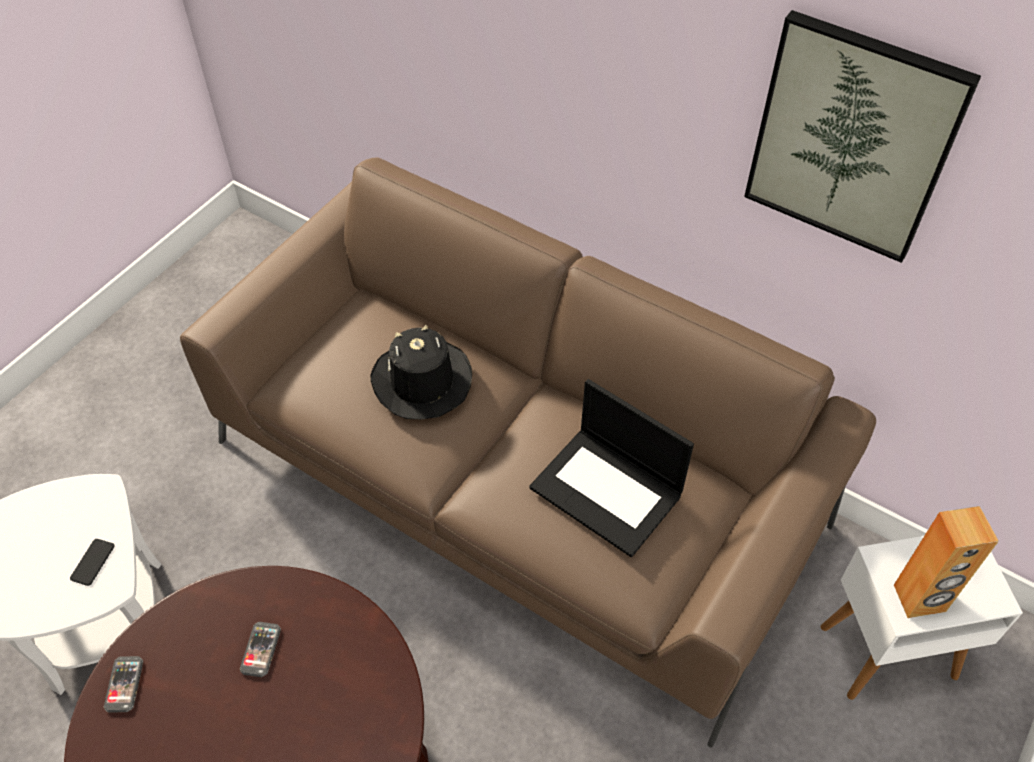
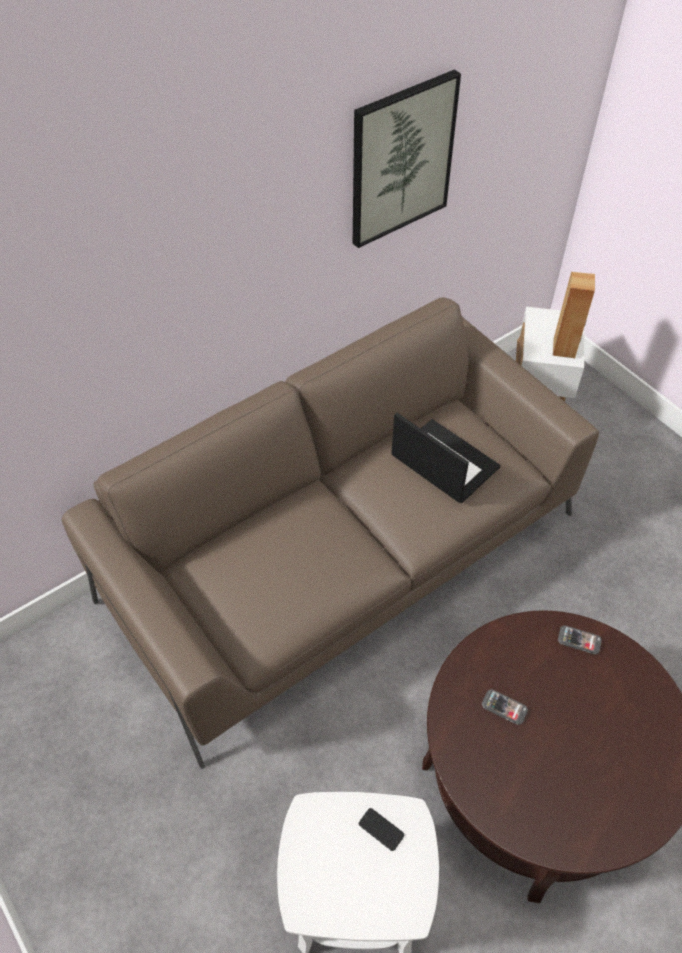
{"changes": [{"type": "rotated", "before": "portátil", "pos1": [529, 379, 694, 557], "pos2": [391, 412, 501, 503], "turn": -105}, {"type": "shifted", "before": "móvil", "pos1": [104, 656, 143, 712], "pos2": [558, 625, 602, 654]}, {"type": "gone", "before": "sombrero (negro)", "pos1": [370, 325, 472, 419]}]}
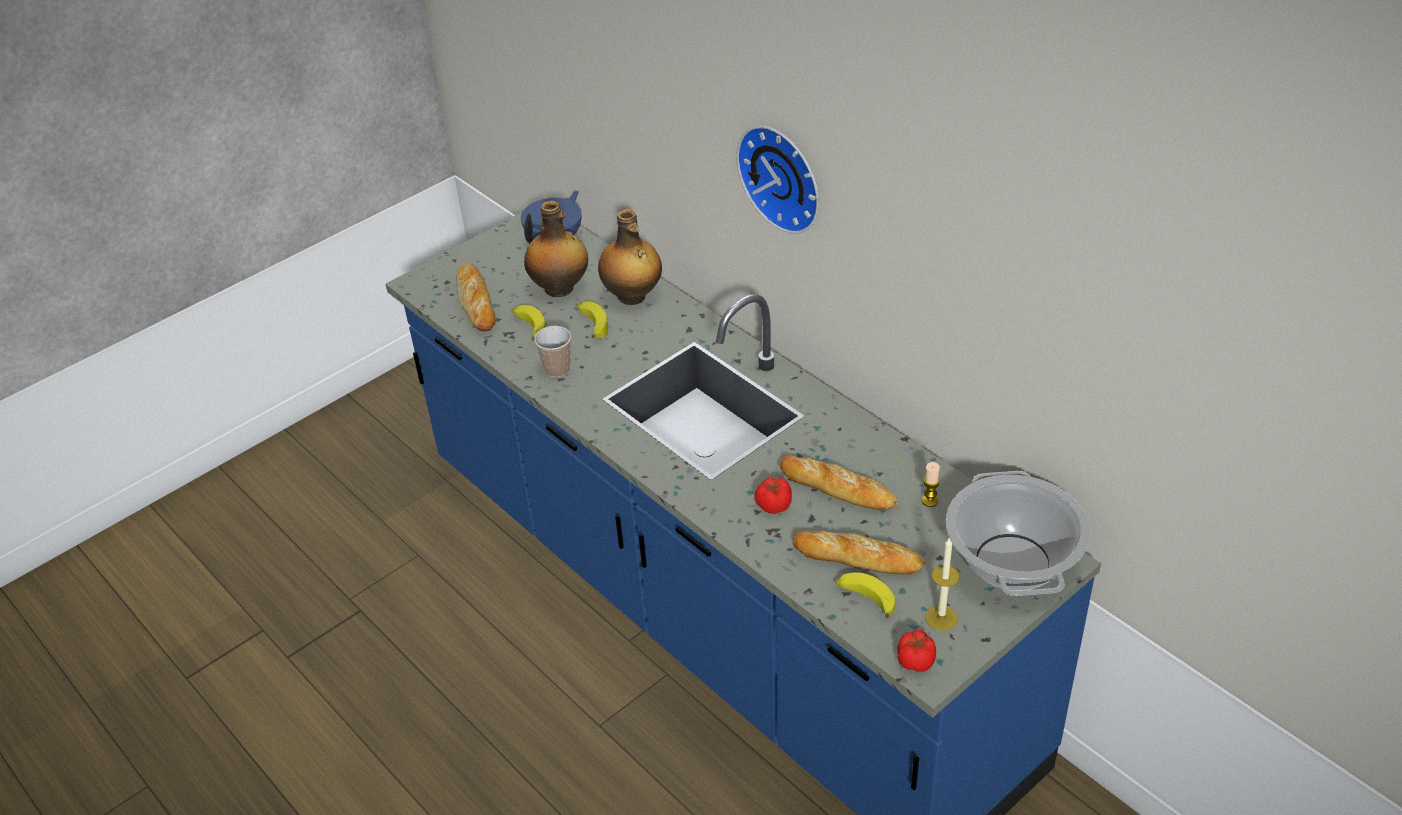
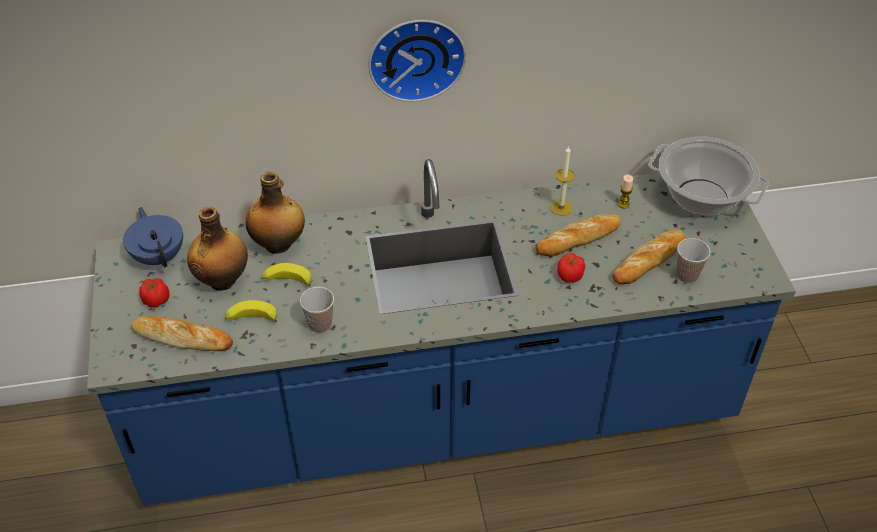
{"changes": [{"type": "shifted", "before": "tomate", "pos1": [897, 630, 936, 672], "pos2": [139, 278, 169, 308]}, {"type": "shifted", "before": "vela", "pos1": [925, 537, 960, 631], "pos2": [550, 146, 575, 216]}, {"type": "swapped", "before": "plátano", "after": "taza", "pos1": [835, 573, 895, 618], "pos2": [676, 238, 711, 283]}]}
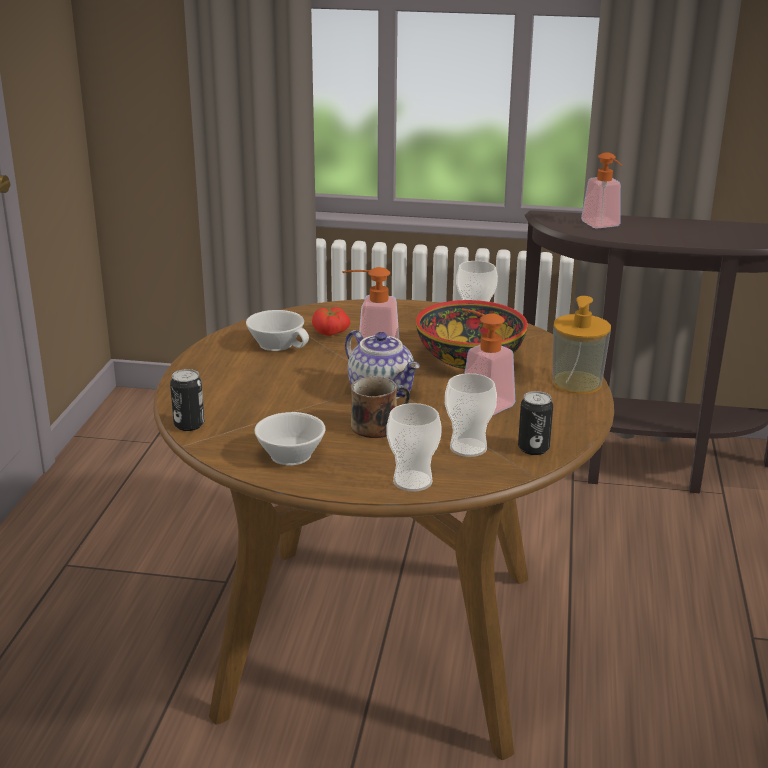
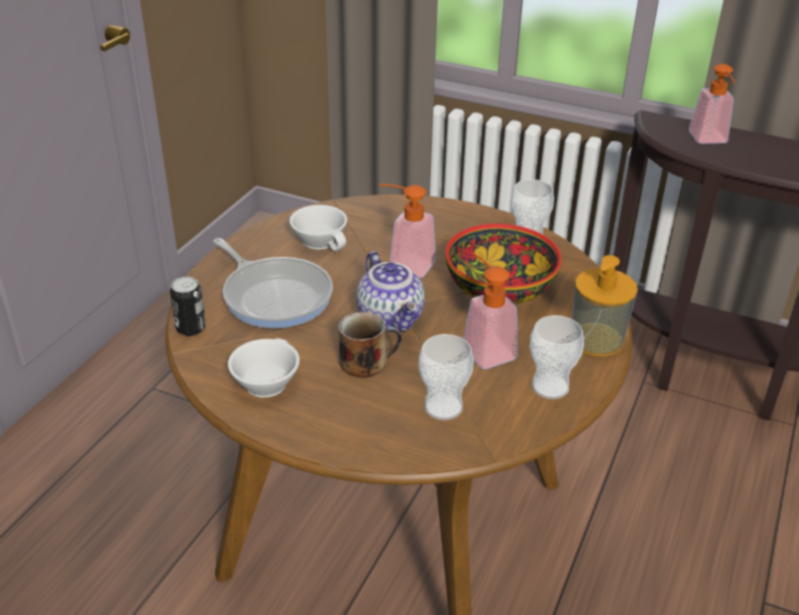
{"changes": [{"type": "new", "after": "sartén", "pos2": [213, 238, 333, 328]}, {"type": "shifted", "before": "taza", "pos1": [386, 403, 442, 492], "pos2": [530, 315, 584, 399]}, {"type": "gone", "before": "tomate", "pos1": [312, 307, 350, 336]}, {"type": "gone", "before": "lata", "pos1": [518, 391, 553, 455]}]}
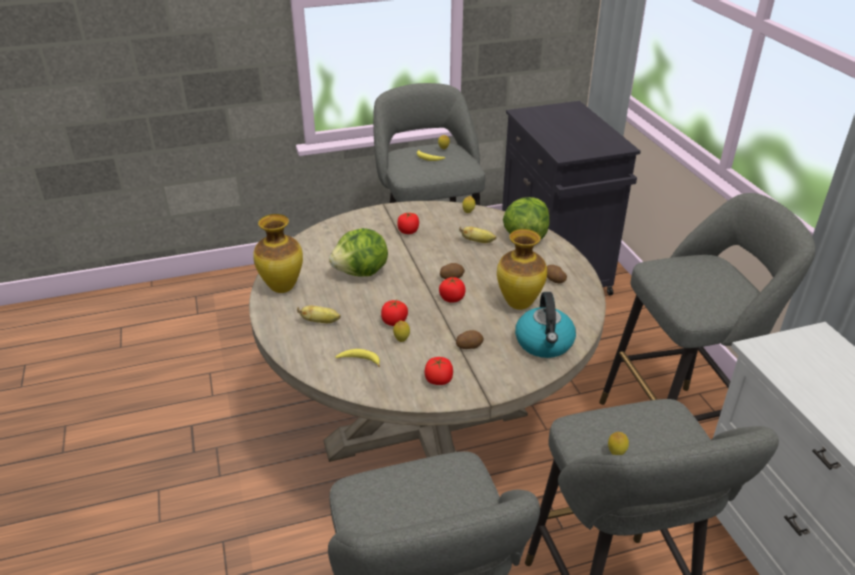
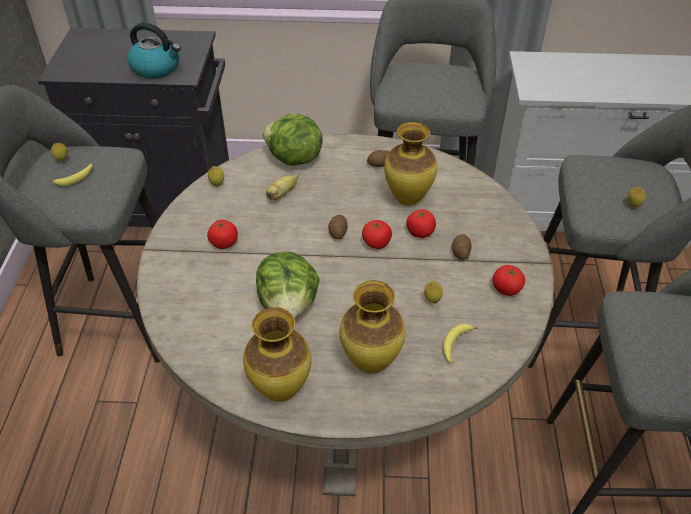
{"changes": [{"type": "shifted", "before": "hervidor", "pos1": [515, 292, 576, 358], "pos2": [127, 23, 181, 79]}, {"type": "swapped", "before": "plátano", "after": "florero", "pos1": [297, 306, 341, 323], "pos2": [340, 280, 406, 374]}, {"type": "shifted", "before": "tomate", "pos1": [381, 300, 408, 326], "pos2": [406, 209, 436, 238]}]}
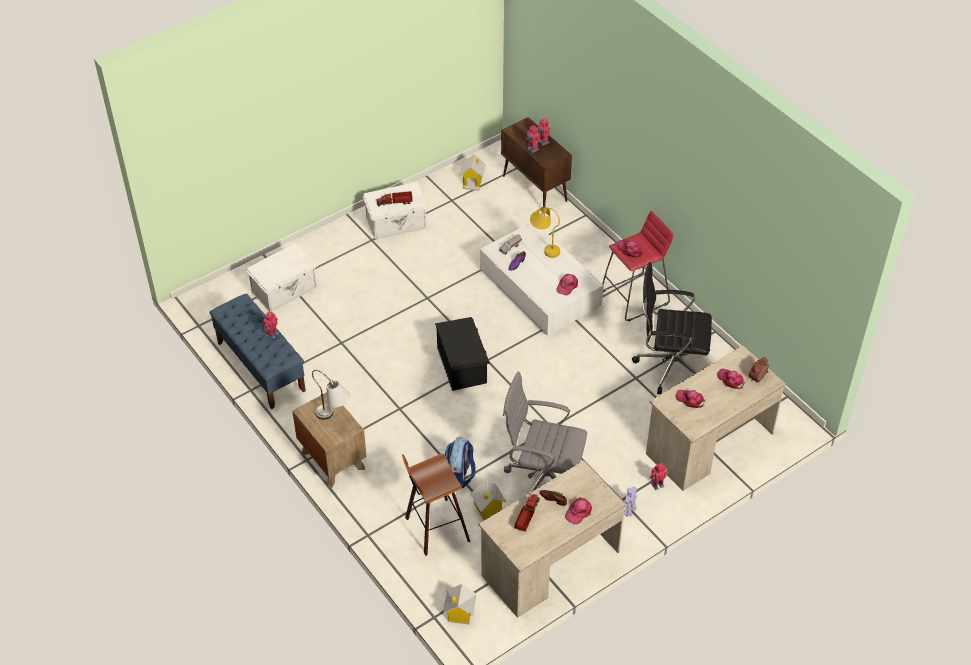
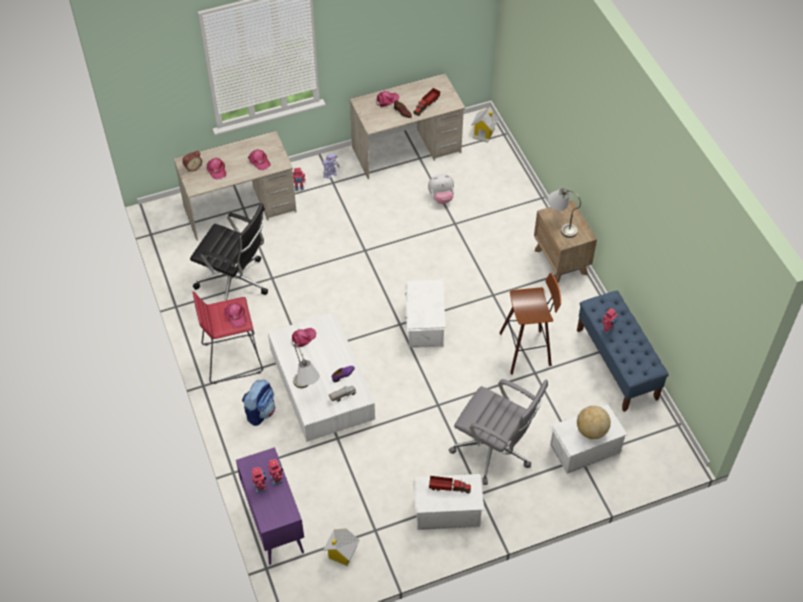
{"changes": [{"type": "repainted", "before": "armario (marrón)", "after": "armario (morado)", "pos1": [501, 117, 572, 207], "pos2": [236, 447, 304, 565]}, {"type": "shifted", "before": "mochila", "pos1": [445, 437, 475, 488], "pos2": [242, 380, 275, 426]}, {"type": "repainted", "before": "lámpara de mesa (amarillo)", "after": "lámpara de mesa (gris)", "pos1": [530, 207, 560, 258], "pos2": [293, 343, 320, 388]}, {"type": "repainted", "before": "caja de almacenaje (negro)", "after": "caja de almacenaje (blanco)", "pos1": [435, 317, 490, 391], "pos2": [405, 280, 445, 348]}, {"type": "swapped", "before": "casita", "after": "peluche", "pos1": [470, 481, 507, 520], "pos2": [428, 174, 454, 204]}, {"type": "shifted", "before": "silla de oficina (gris)", "pos1": [503, 372, 587, 493], "pos2": [449, 379, 548, 485]}, {"type": "shifted", "before": "taburete", "pos1": [402, 454, 470, 556], "pos2": [499, 273, 561, 375]}, {"type": "new", "after": "globo terráqueo", "pos2": [577, 406, 611, 439]}]}
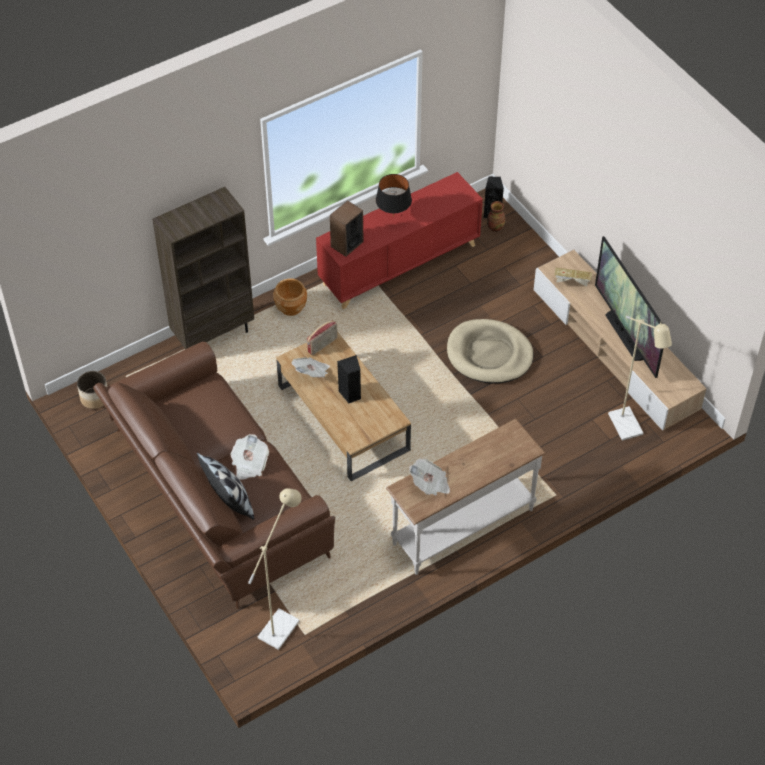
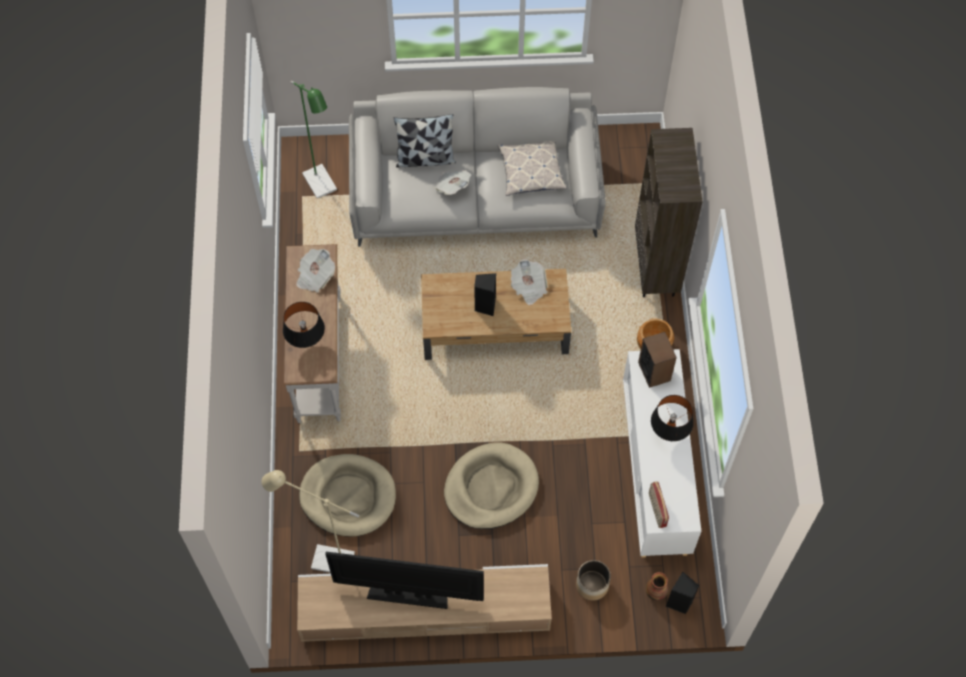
{"changes": [{"type": "new", "after": "lámpara de mesa (negro)", "pos2": [283, 302, 325, 348]}, {"type": "repainted", "before": "lámpara de pie (beis)", "after": "lámpara de pie (verde)", "pos1": [248, 488, 302, 650], "pos2": [291, 81, 337, 198]}, {"type": "new", "after": "cama para perro (beis)", "pos2": [299, 454, 396, 537]}, {"type": "repainted", "before": "sofá (marrón)", "after": "sofá (gris)", "pos1": [93, 342, 335, 609], "pos2": [349, 87, 606, 247]}, {"type": "new", "after": "cojín", "pos2": [498, 141, 566, 196]}, {"type": "shifted", "before": "maceta", "pos1": [77, 371, 107, 409], "pos2": [576, 560, 611, 601]}, {"type": "repainted", "before": "armario (rojo)", "after": "armario (blanco)", "pos1": [316, 172, 483, 309], "pos2": [623, 349, 701, 558]}, {"type": "shifted", "before": "radio", "pos1": [307, 320, 338, 355], "pos2": [649, 481, 669, 528]}, {"type": "gone", "before": "libro", "pos1": [554, 268, 592, 286]}]}
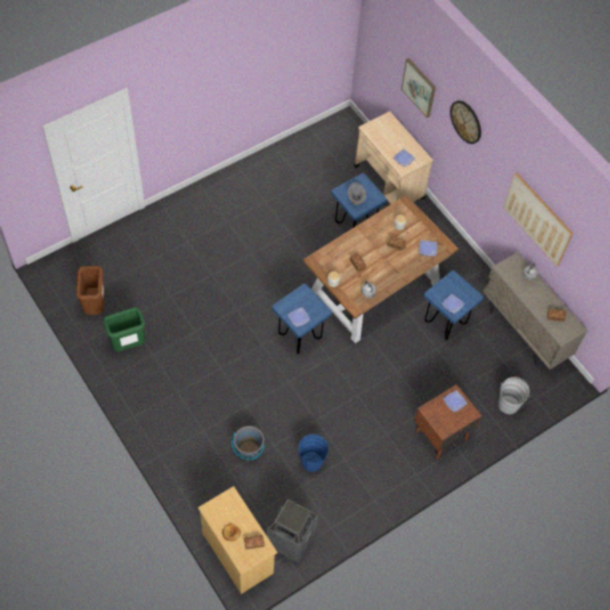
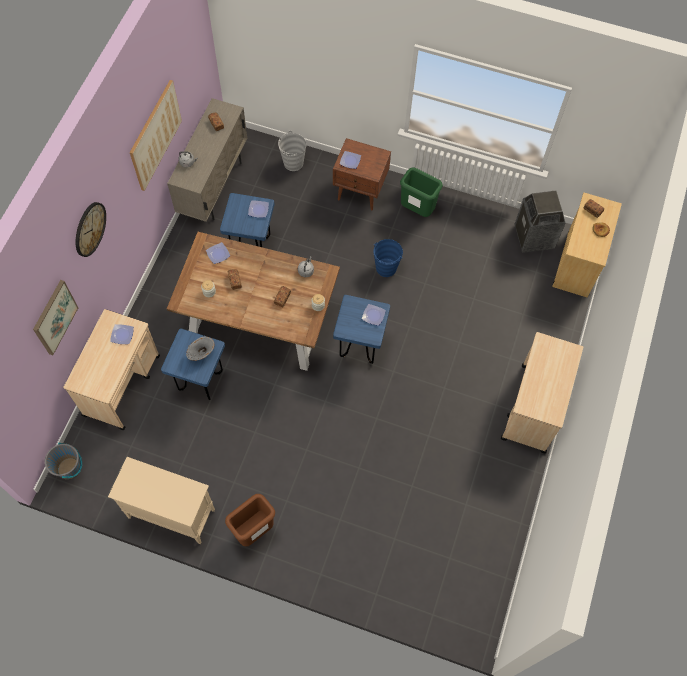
{"changes": [{"type": "shifted", "before": "cubo (gris)", "pos1": [232, 426, 265, 460], "pos2": [45, 443, 82, 480]}, {"type": "new", "after": "armario (beis)", "pos2": [108, 457, 215, 544]}, {"type": "shifted", "before": "papelera (marrón)", "pos1": [76, 266, 105, 315], "pos2": [225, 494, 275, 546]}, {"type": "shifted", "before": "cubo (azul)", "pos1": [298, 434, 328, 472], "pos2": [373, 239, 403, 277]}, {"type": "shifted", "before": "papelera (verde)", "pos1": [103, 307, 145, 352], "pos2": [400, 168, 443, 217]}, {"type": "new", "after": "carrito (beis)", "pos2": [501, 332, 583, 453]}]}
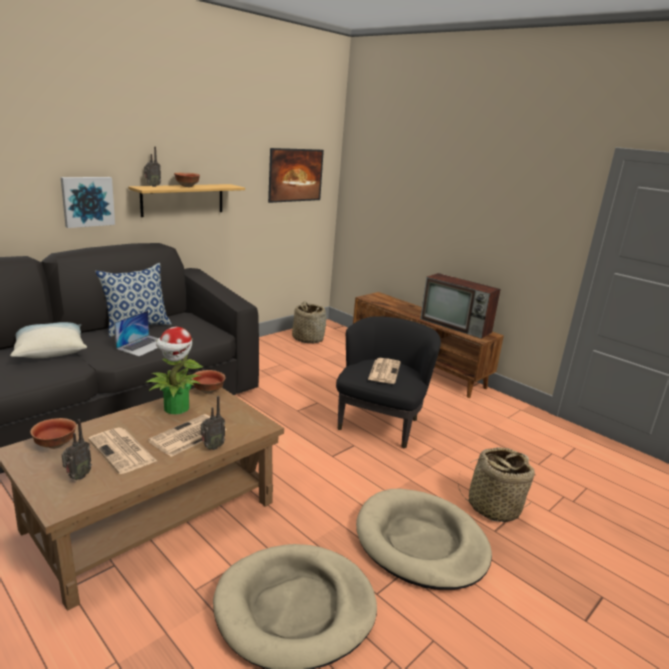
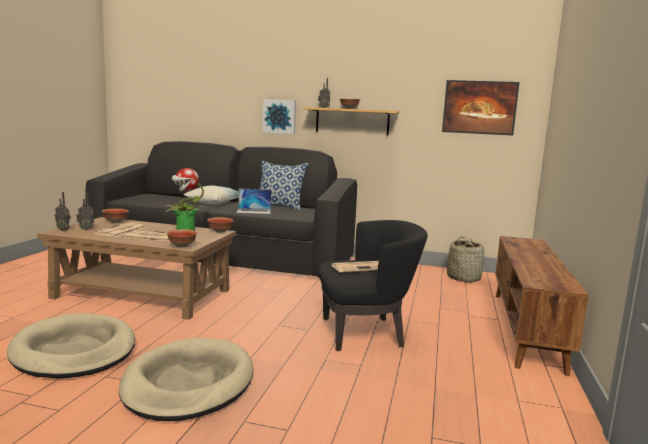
{"changes": [{"type": "shifted", "before": "radio", "pos1": [201, 396, 225, 450], "pos2": [55, 192, 71, 231]}, {"type": "new", "after": "cuenco", "pos2": [167, 229, 197, 247]}, {"type": "gone", "before": "televisor", "pos1": [420, 273, 501, 339]}, {"type": "gone", "before": "cesta", "pos1": [458, 447, 536, 522]}]}
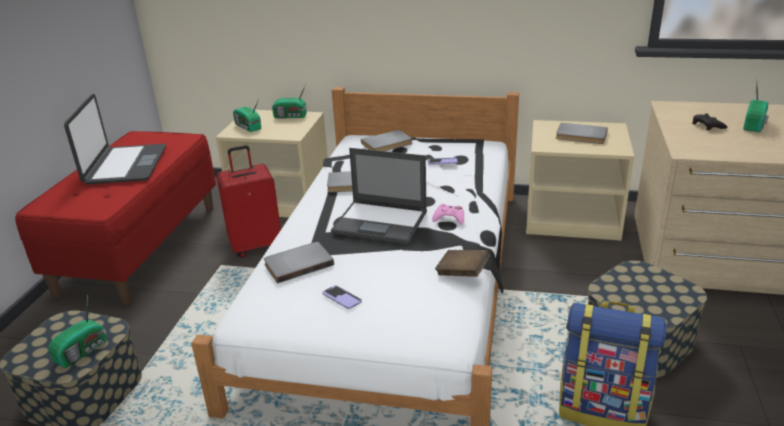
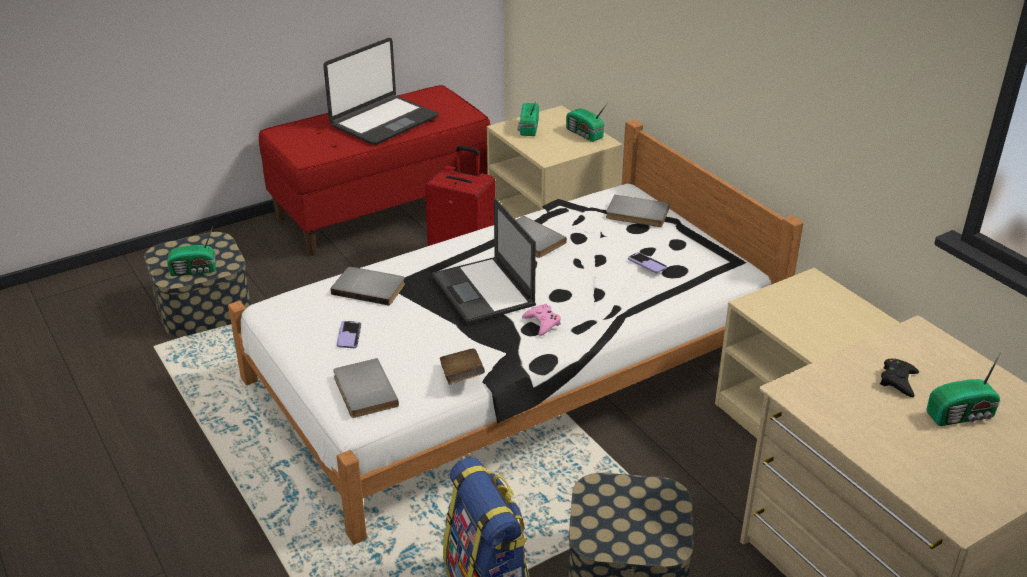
{"changes": [{"type": "shifted", "before": "libro (gris)", "pos1": [556, 123, 608, 144], "pos2": [333, 358, 399, 418]}]}
